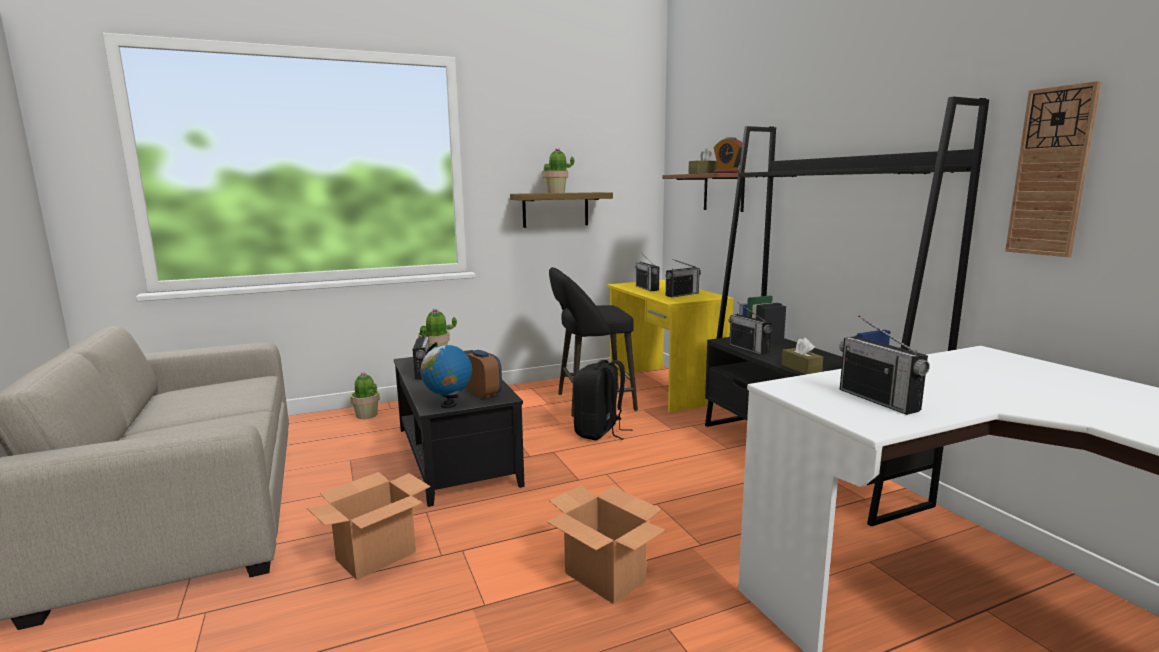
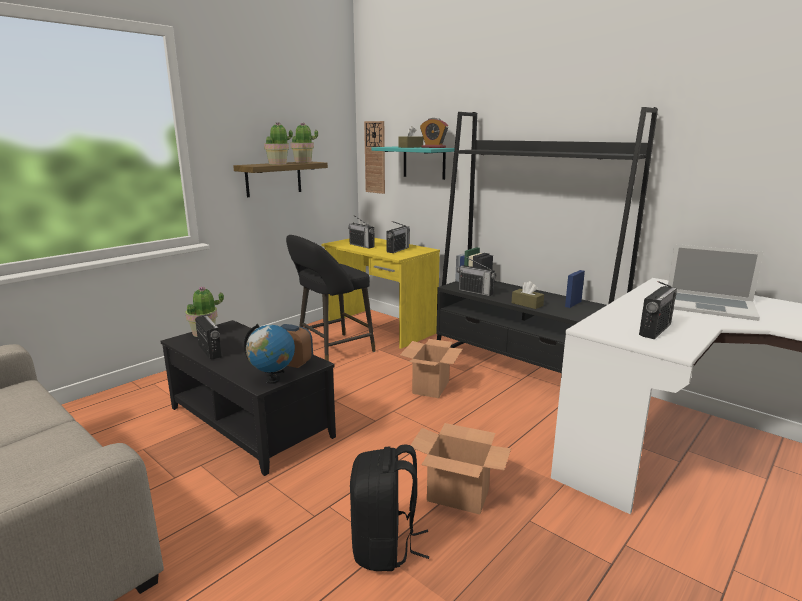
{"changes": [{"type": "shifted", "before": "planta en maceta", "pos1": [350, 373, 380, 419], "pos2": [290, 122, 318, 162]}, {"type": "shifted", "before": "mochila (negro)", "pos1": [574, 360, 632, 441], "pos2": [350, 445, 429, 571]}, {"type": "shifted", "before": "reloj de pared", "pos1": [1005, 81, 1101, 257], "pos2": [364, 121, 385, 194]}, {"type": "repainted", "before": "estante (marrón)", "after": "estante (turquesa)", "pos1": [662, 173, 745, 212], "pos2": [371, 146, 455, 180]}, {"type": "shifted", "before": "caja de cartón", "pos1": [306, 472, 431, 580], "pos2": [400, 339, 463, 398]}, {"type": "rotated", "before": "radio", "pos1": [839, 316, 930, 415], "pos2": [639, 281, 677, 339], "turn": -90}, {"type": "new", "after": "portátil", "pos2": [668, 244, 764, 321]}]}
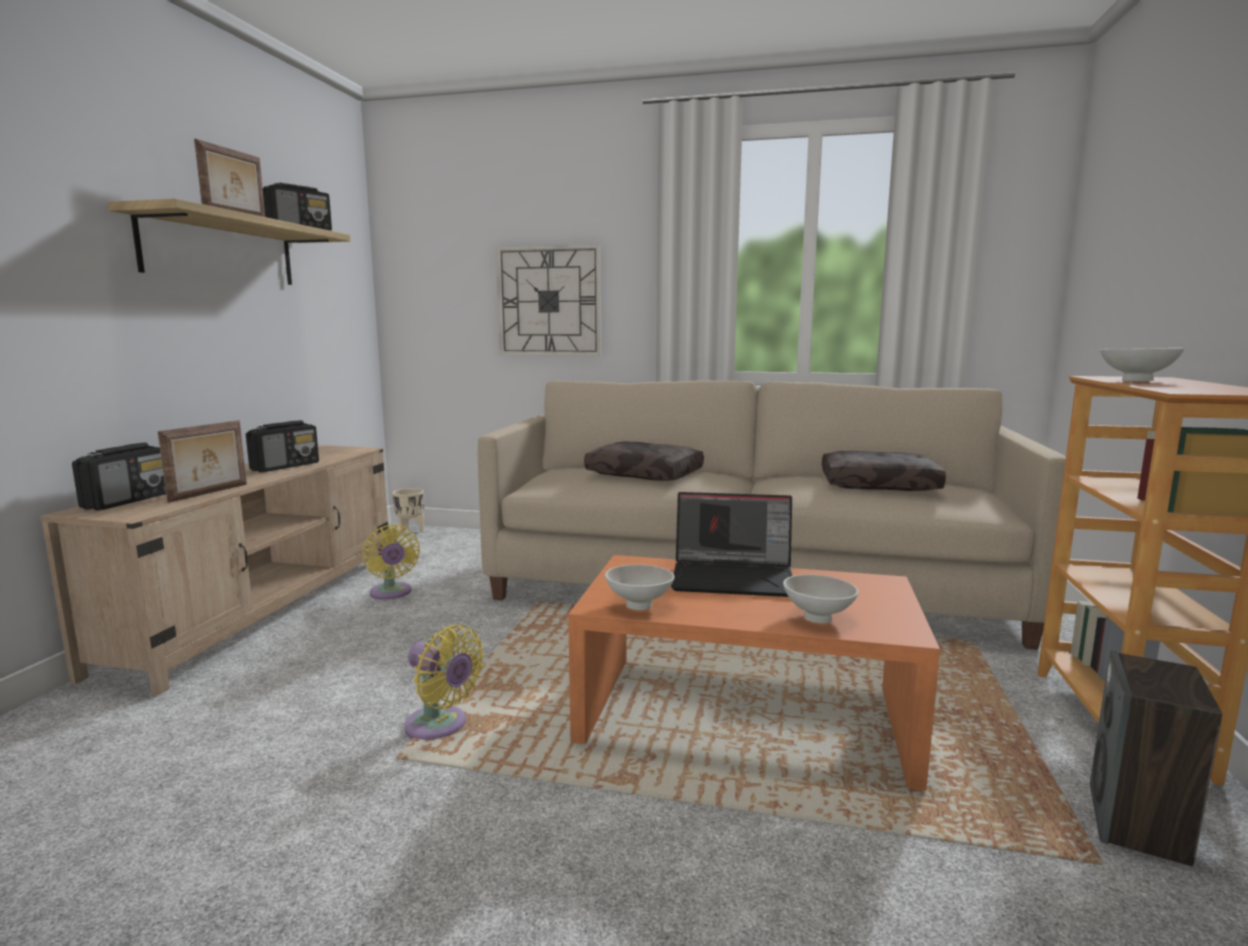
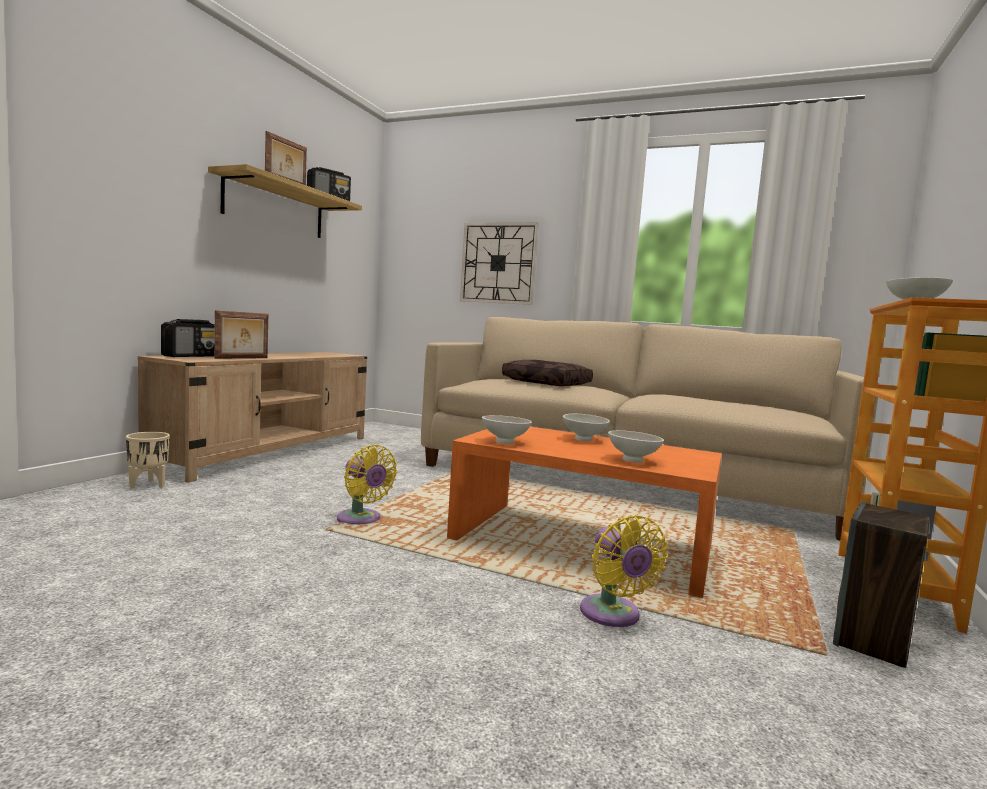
{"changes": [{"type": "shifted", "before": "maceta (beis)", "pos1": [392, 488, 424, 535], "pos2": [126, 432, 170, 489]}, {"type": "swapped", "before": "portátil", "after": "cuenco (blanco)", "pos1": [671, 492, 793, 597], "pos2": [563, 414, 610, 442]}, {"type": "shifted", "before": "ventilador (amarillo)", "pos1": [362, 524, 420, 600], "pos2": [580, 515, 668, 627]}, {"type": "gone", "before": "radio", "pos1": [246, 420, 319, 472]}, {"type": "gone", "before": "cojín (marrón)", "pos1": [822, 451, 946, 491]}]}
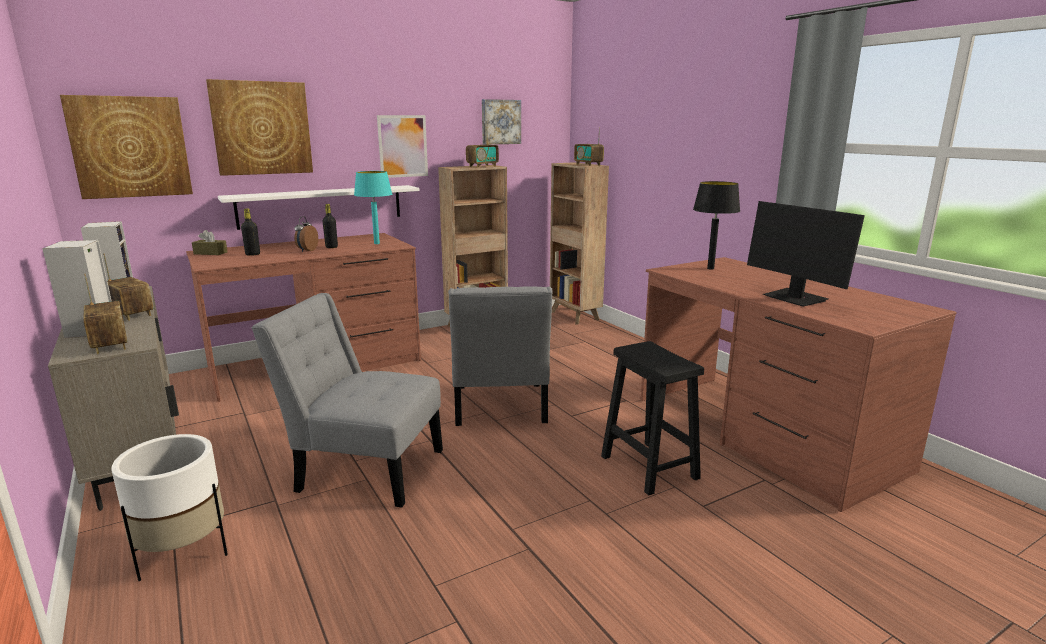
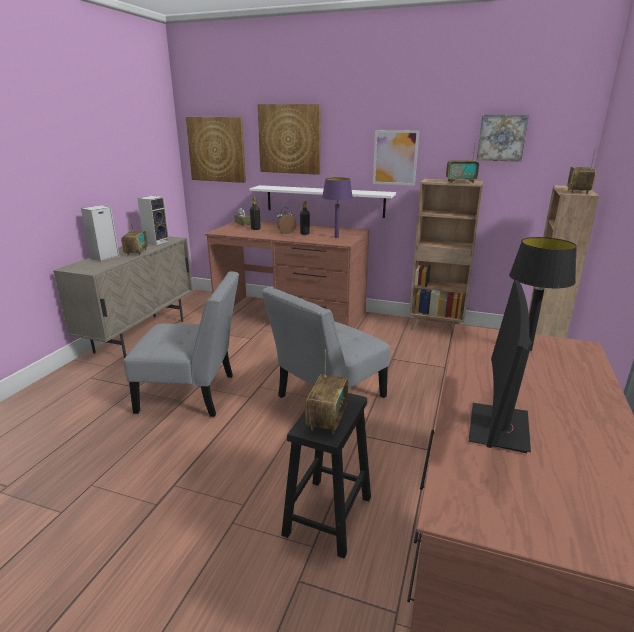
{"changes": [{"type": "rotated", "before": "silla (gris)", "pos1": [251, 293, 443, 508], "pos2": [124, 271, 239, 417], "turn": 120}, {"type": "shifted", "before": "radio", "pos1": [83, 274, 127, 354], "pos2": [305, 350, 348, 435]}, {"type": "repainted", "before": "lámpara de mesa (turquesa)", "after": "lámpara de mesa (morado)", "pos1": [354, 171, 392, 244], "pos2": [322, 177, 353, 238]}, {"type": "gone", "before": "maceta (blanco)", "pos1": [111, 434, 228, 581]}]}
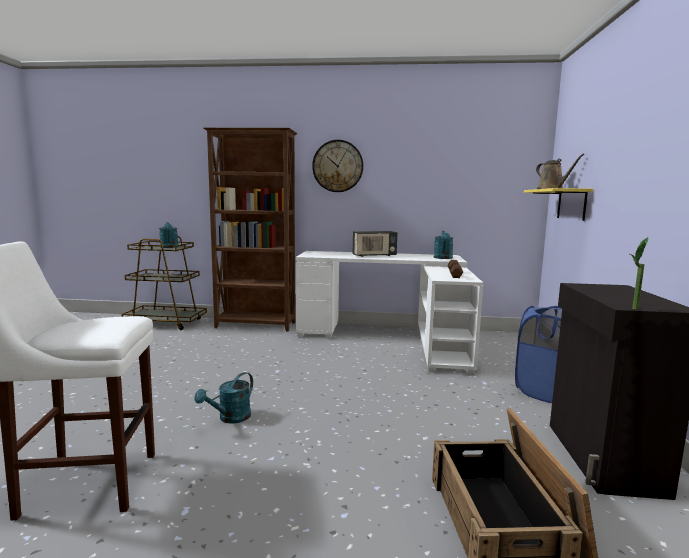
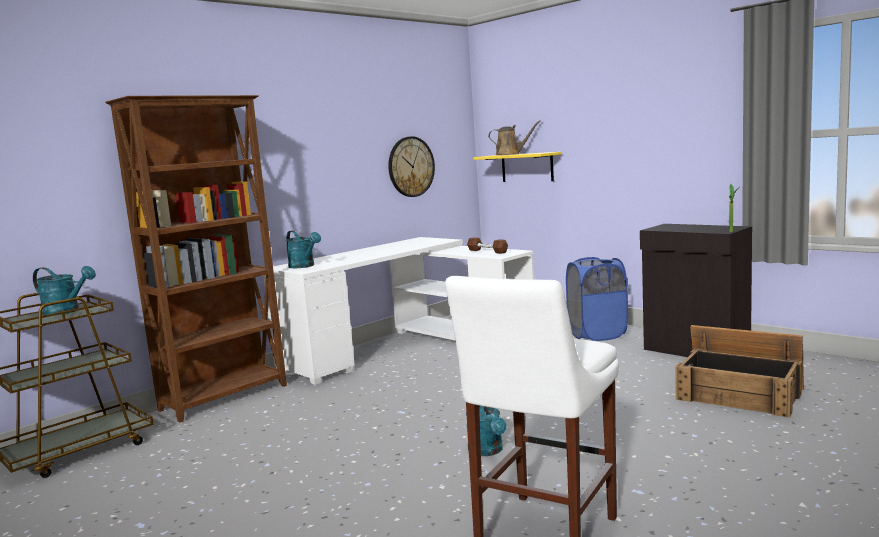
{"changes": [{"type": "shifted", "before": "regadera (turquesa)", "pos1": [434, 231, 453, 259], "pos2": [286, 231, 321, 268]}, {"type": "shifted", "before": "reloj de pared", "pos1": [312, 140, 363, 192], "pos2": [388, 136, 435, 197]}, {"type": "gone", "before": "radio", "pos1": [353, 231, 397, 257]}]}
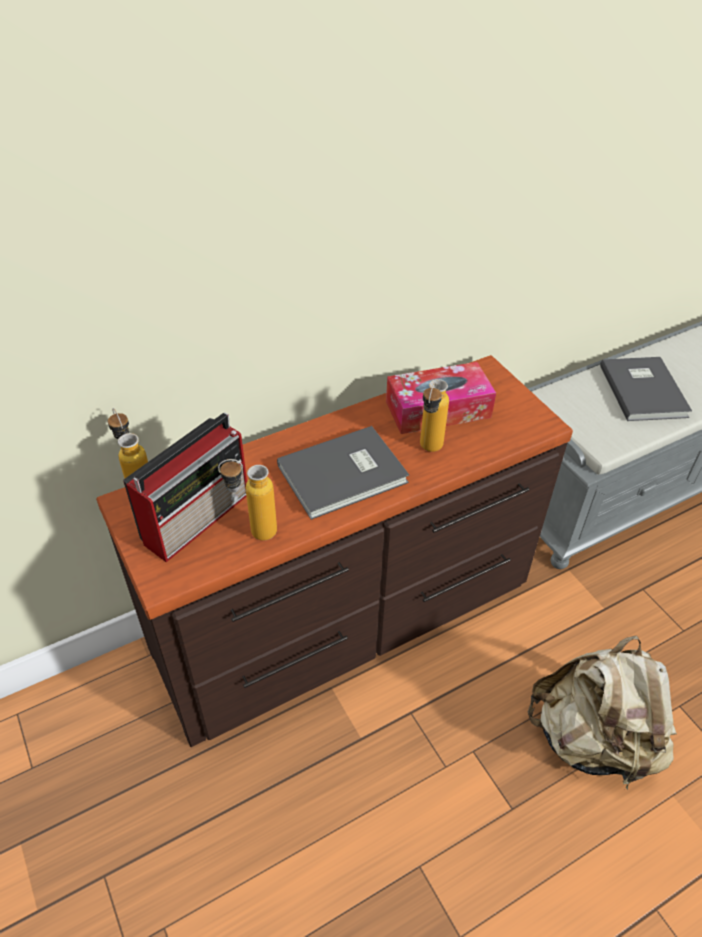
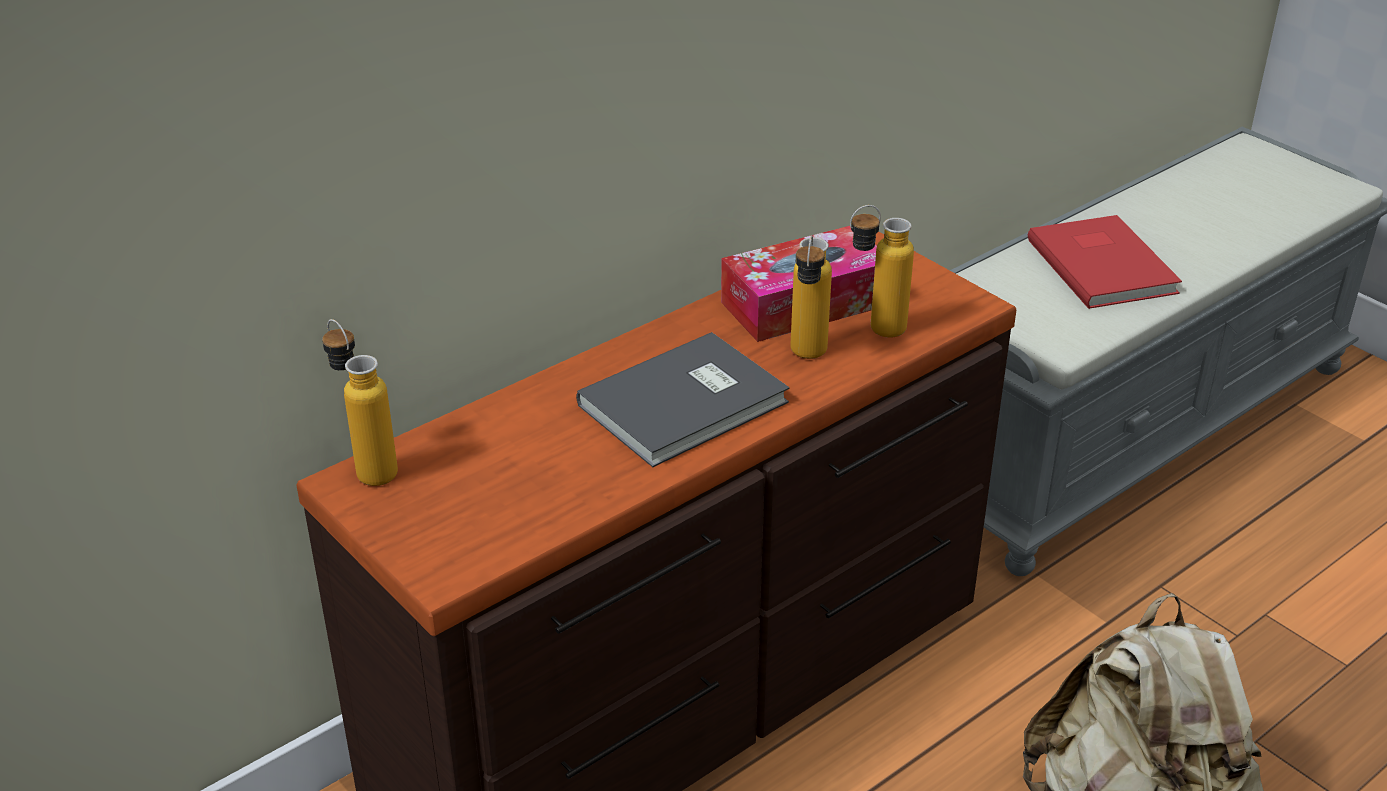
{"changes": [{"type": "shifted", "before": "botella", "pos1": [218, 459, 277, 541], "pos2": [850, 205, 914, 338]}, {"type": "repainted", "before": "libro (gris)", "after": "libro (rojo)", "pos1": [600, 357, 692, 421], "pos2": [1028, 215, 1182, 309]}, {"type": "gone", "before": "radio", "pos1": [123, 413, 247, 562]}]}
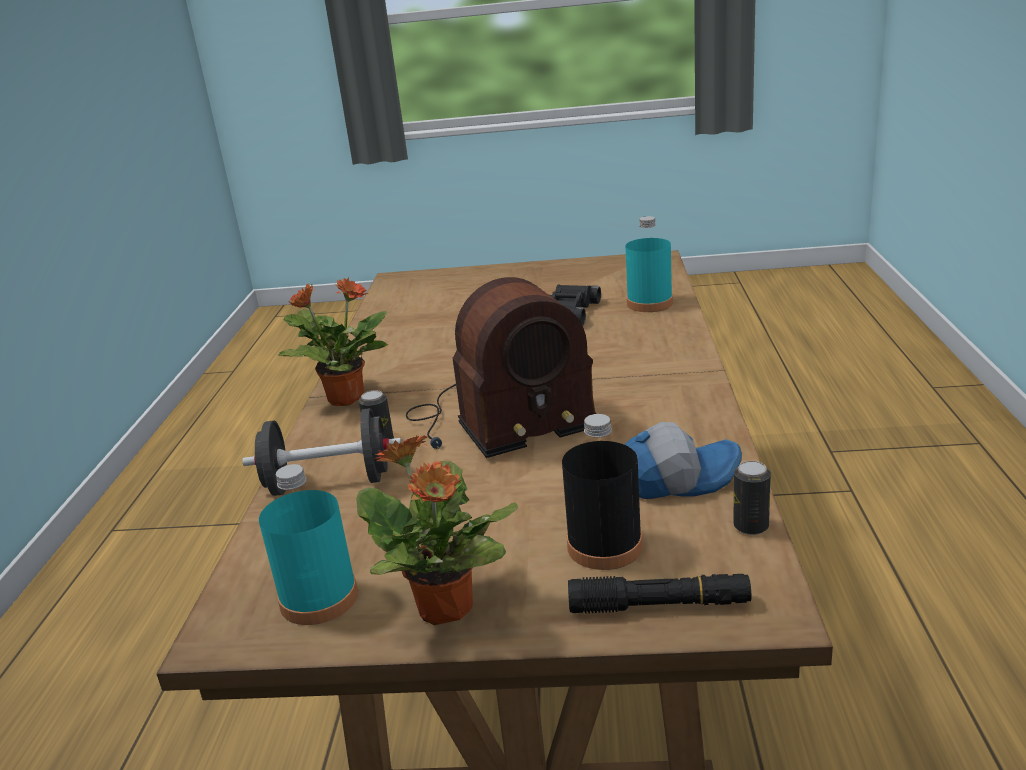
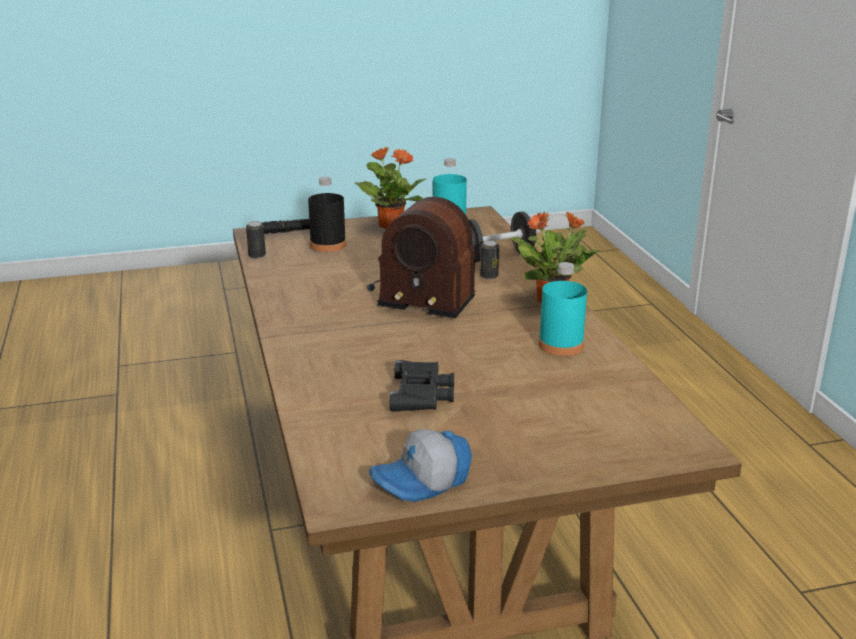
{"changes": [{"type": "rotated", "before": "radio", "pos1": [406, 277, 596, 458], "pos2": [367, 197, 475, 318], "turn": -120}, {"type": "shifted", "before": "gorra", "pos1": [624, 422, 742, 499], "pos2": [369, 429, 472, 502]}, {"type": "shifted", "before": "botella (turquesa)", "pos1": [625, 216, 673, 312], "pos2": [538, 262, 587, 356]}]}
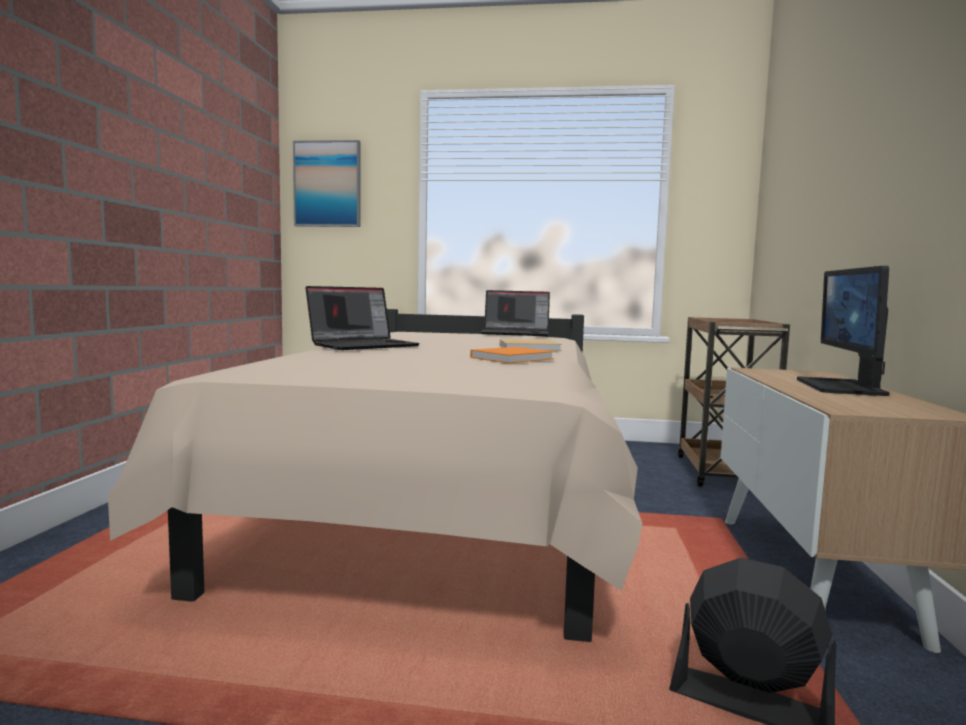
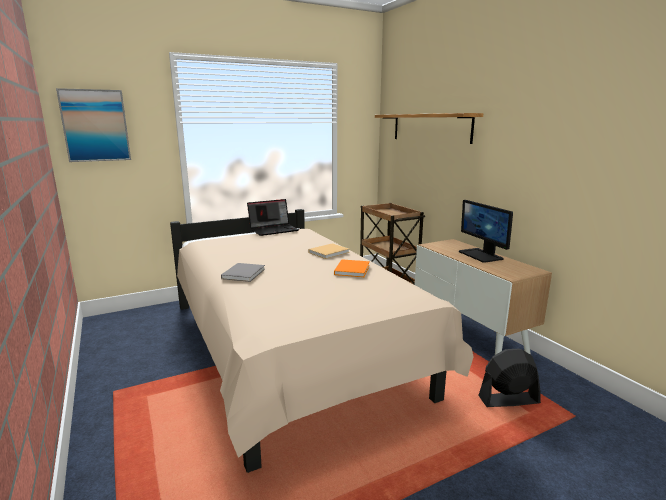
{"changes": [{"type": "swapped", "before": "portátil", "after": "libro (gris)", "pos1": [306, 286, 420, 350], "pos2": [221, 263, 265, 282]}, {"type": "new", "after": "estante", "pos2": [375, 113, 483, 144]}]}
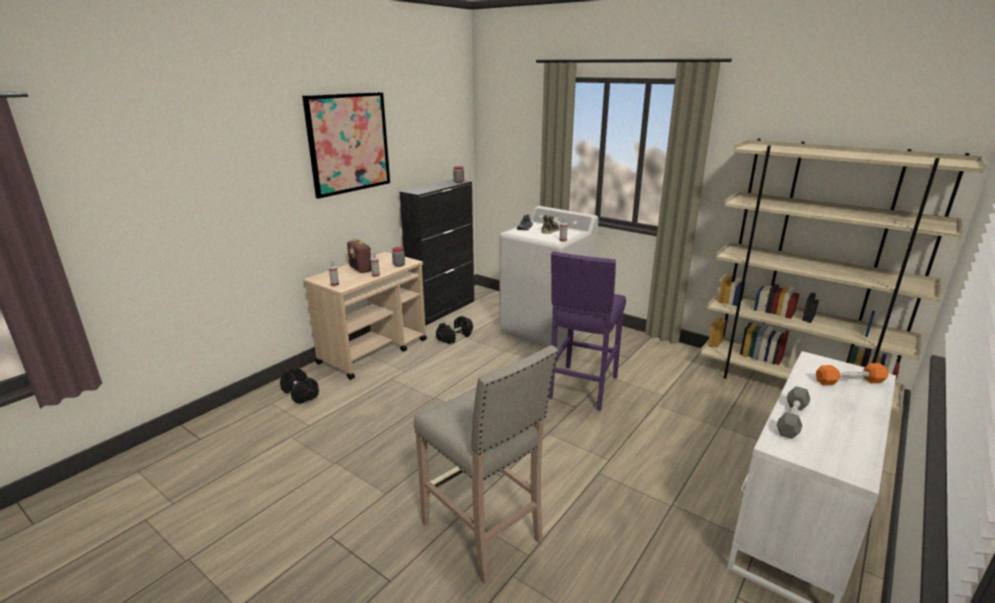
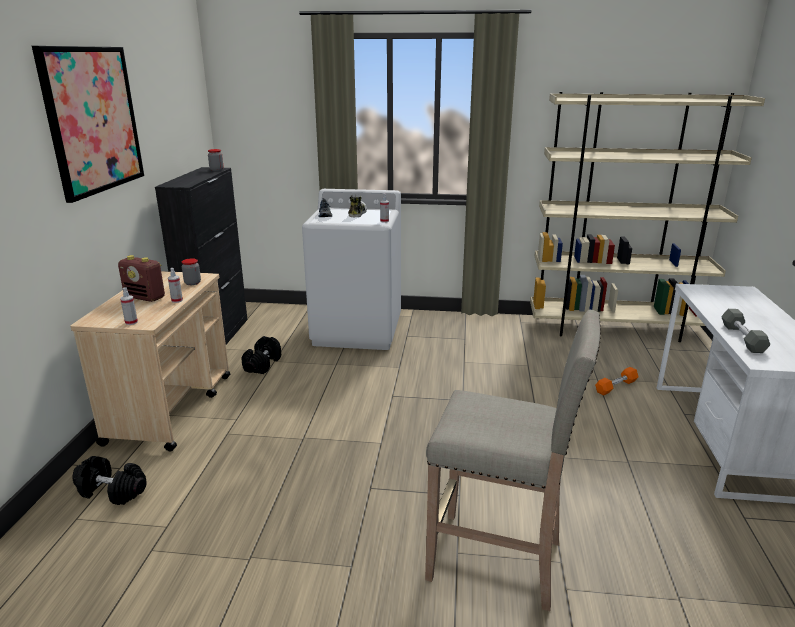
{"changes": [{"type": "shifted", "before": "mancuerna (naranja)", "pos1": [816, 363, 888, 385], "pos2": [595, 367, 639, 396]}, {"type": "gone", "before": "taburete (morado)", "pos1": [548, 251, 626, 411]}]}
